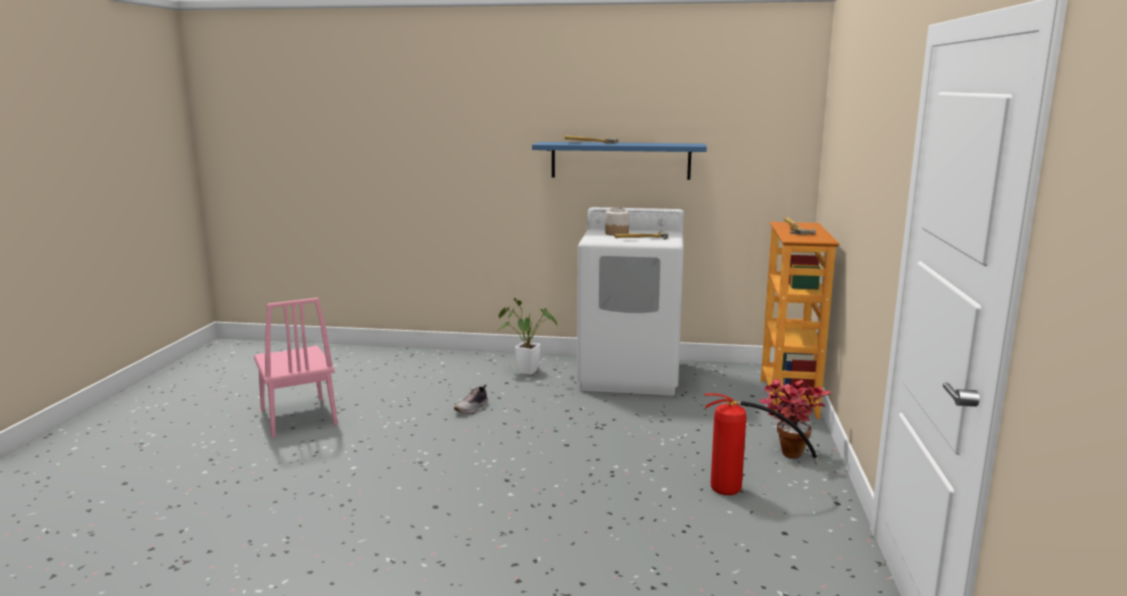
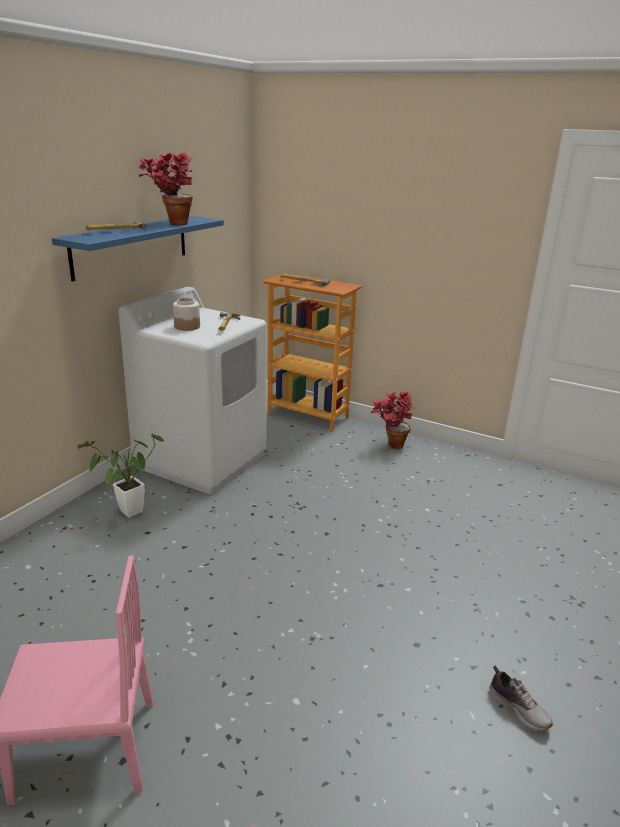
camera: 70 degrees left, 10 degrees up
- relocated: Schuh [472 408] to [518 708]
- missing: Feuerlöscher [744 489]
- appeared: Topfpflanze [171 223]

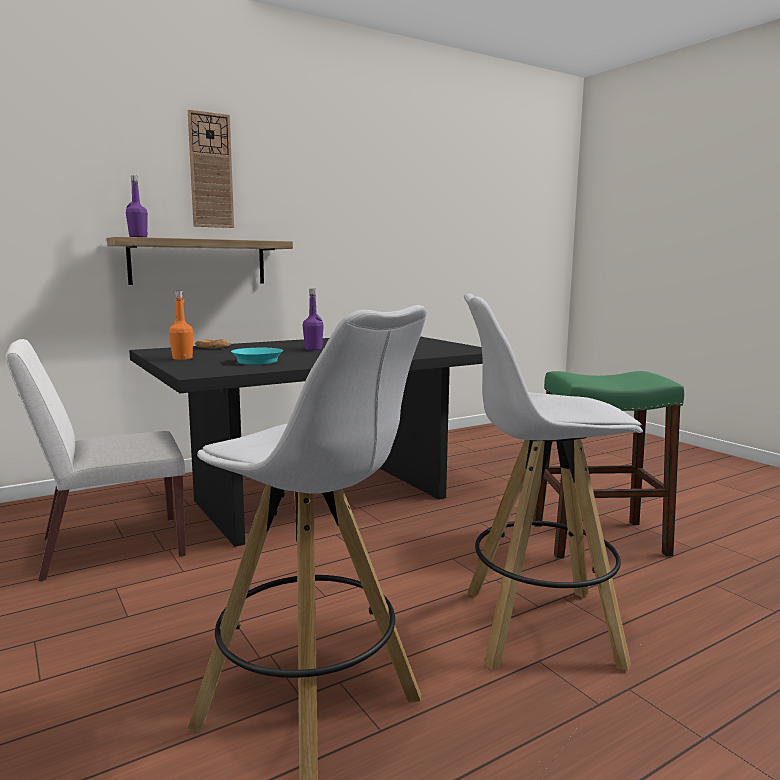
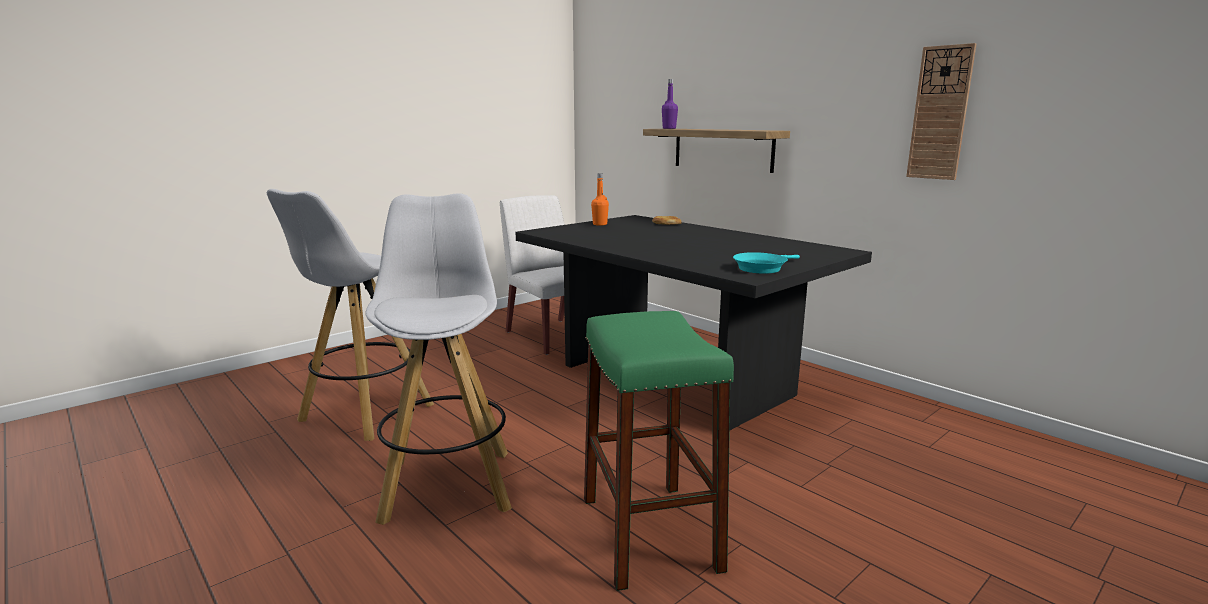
camera: 80 degrees right, 5 degrees up
- relocated: Wanduhr [211 171] to [940 113]
- relocated: Pfanne (türkis) [255 361] to [762 268]
- missing: Flasche (lila) [313 349]

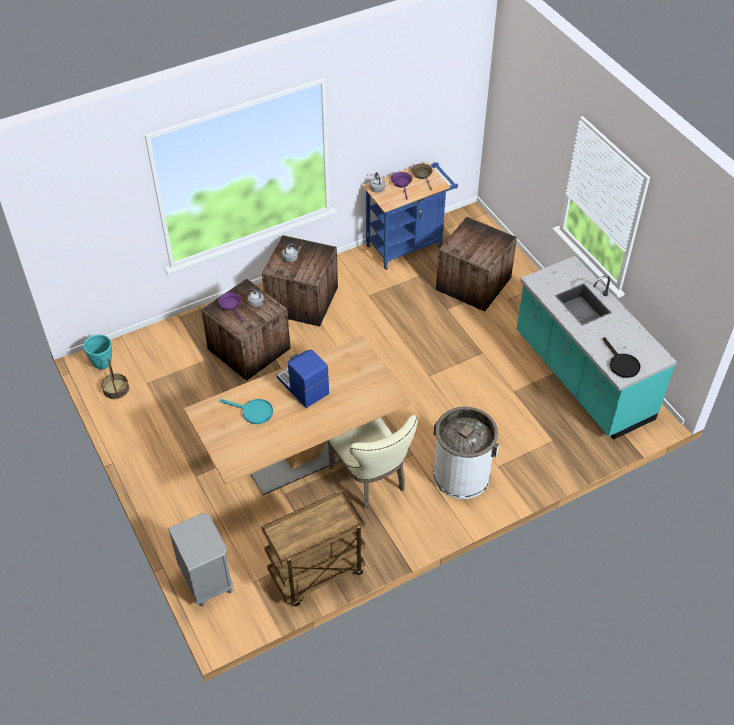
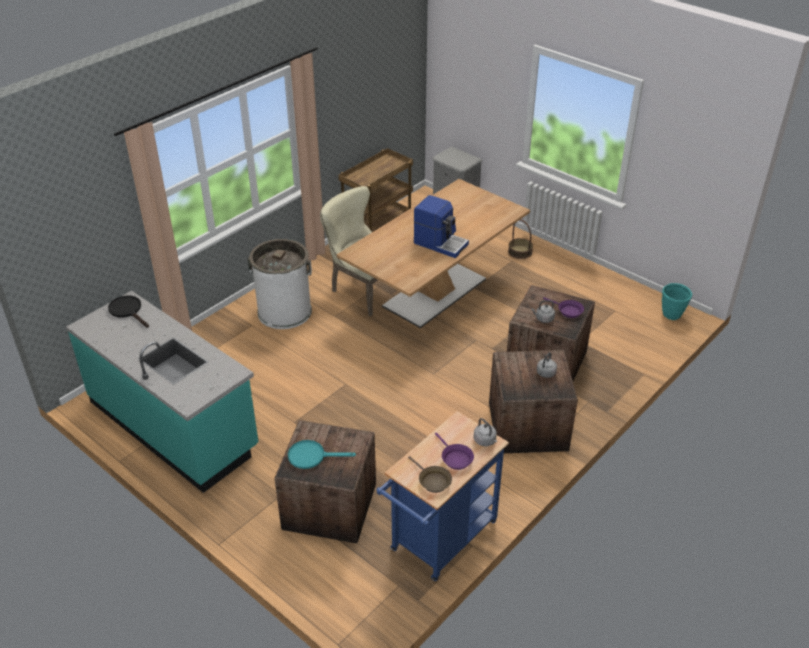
camera: 160 degrees right, 10 degrees down
- relocated: Korb [116 389] to [520 252]
- relocated: Pfanne (türkis) [253 412] to [312 456]

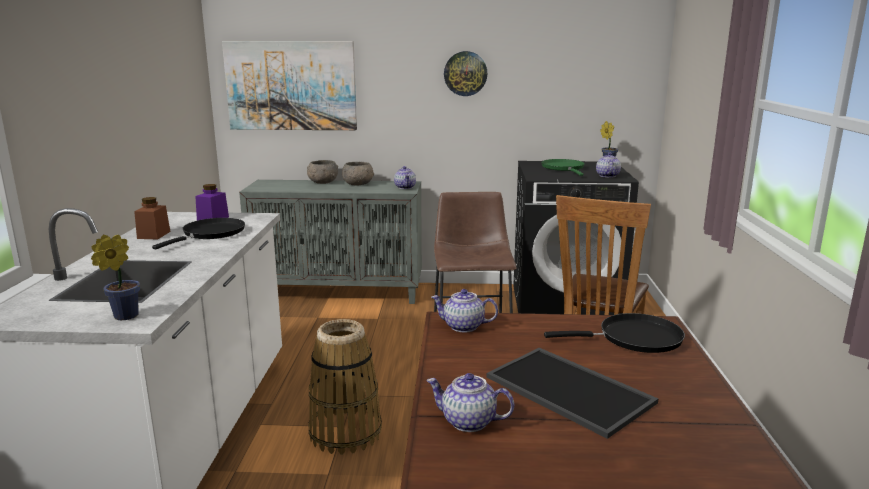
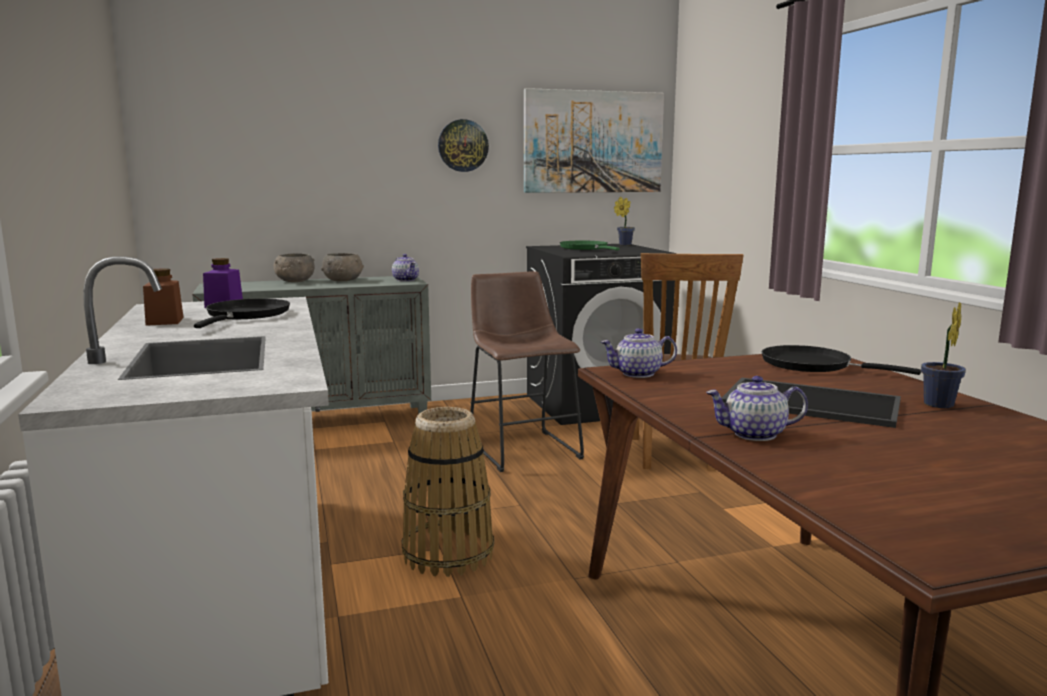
camera: 20 degrees left, 5 degrees down
- relocated: Topfpflanze [122 316] to [937 405]
- relocated: Bild [291 86] to [593 142]
- spun: Pfanne (schwarz) [634 338] = [812 365] 120 degrees counterclockwise
- missing: Teekanne [607 176]

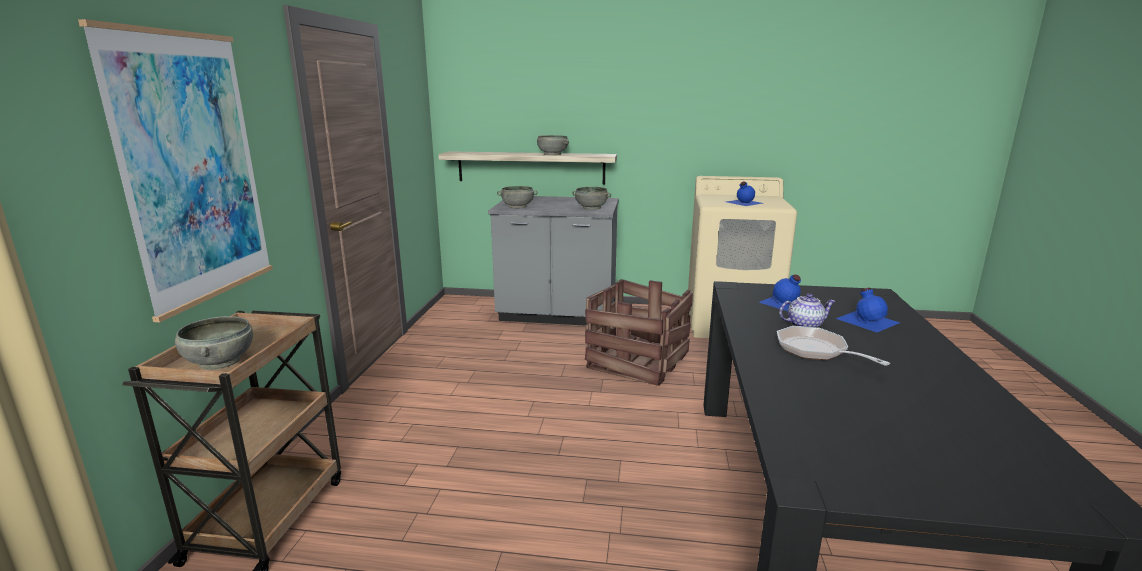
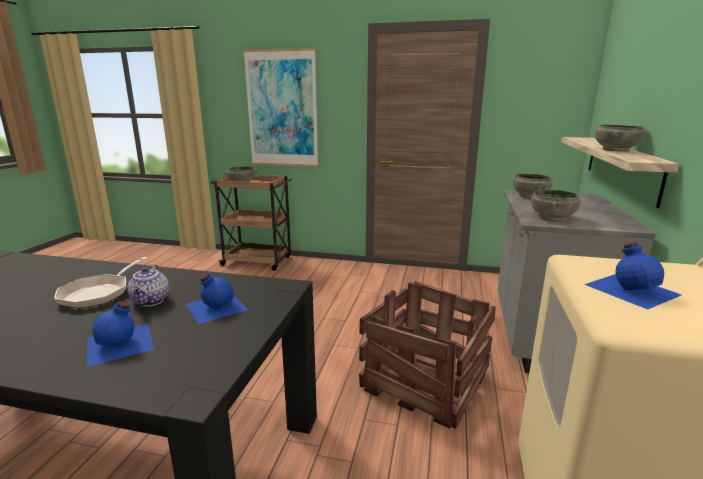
camera: 95 degrees right, 0 degrees up
- spun: Pfanne [816 351] = [99 293] 135 degrees clockwise

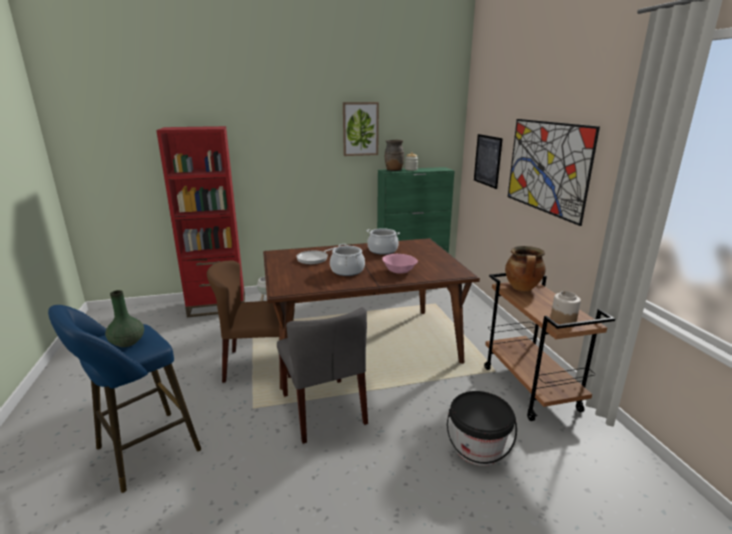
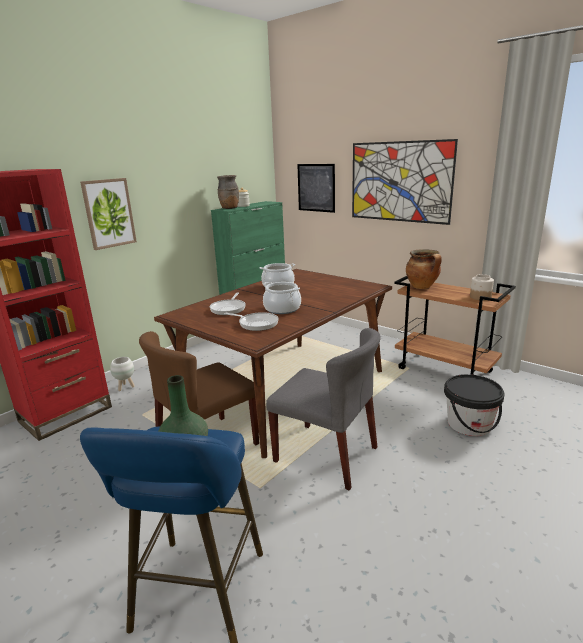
camera: 35 degrees left, 0 degrees up
- relocated: Bild [360 129] to [109 213]
- missing: Schüssel (rosa) [398 271]
- appeared: Pfanne [256 323]

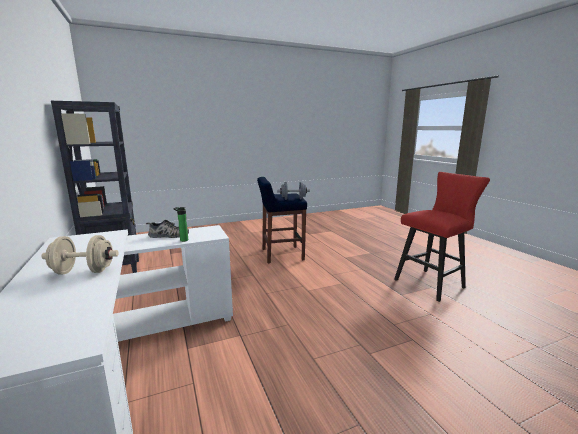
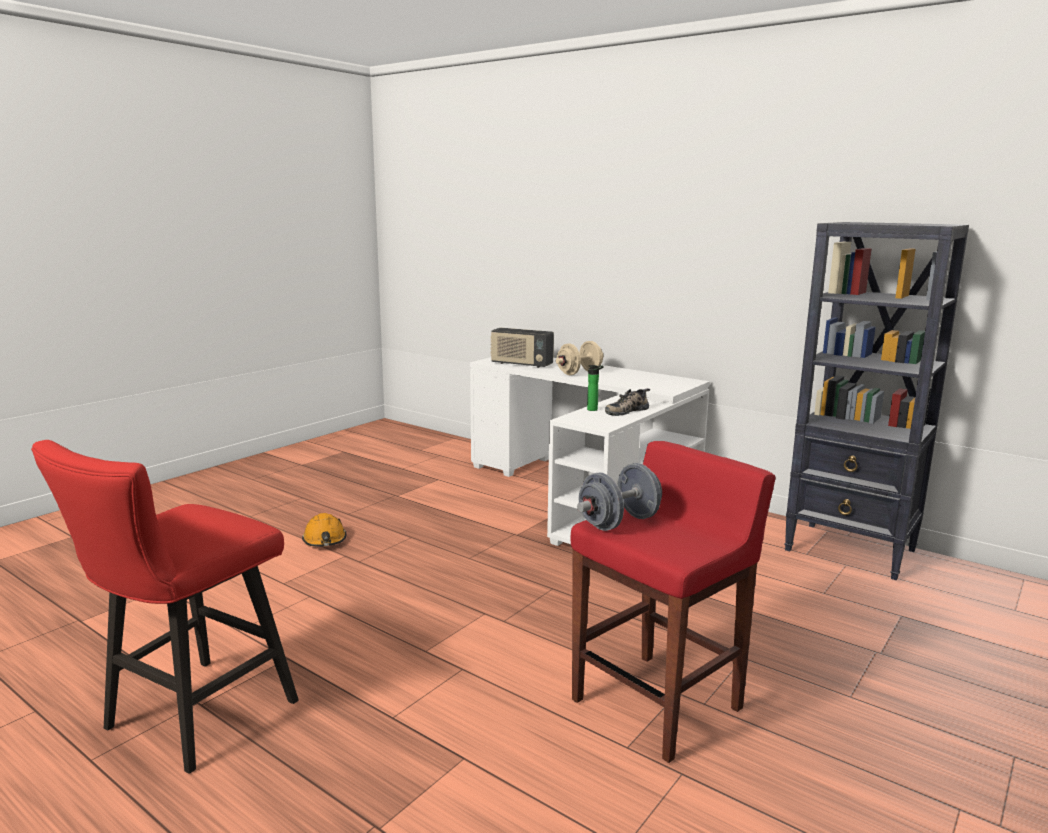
camera: 150 degrees right, 0 degrees up
- colour: Hocker (blau) [281 254] to Hocker (rot) [659 703]
- appeared: Schutzhelm (orange) [325 540]
- appeared: Radio [521 364]

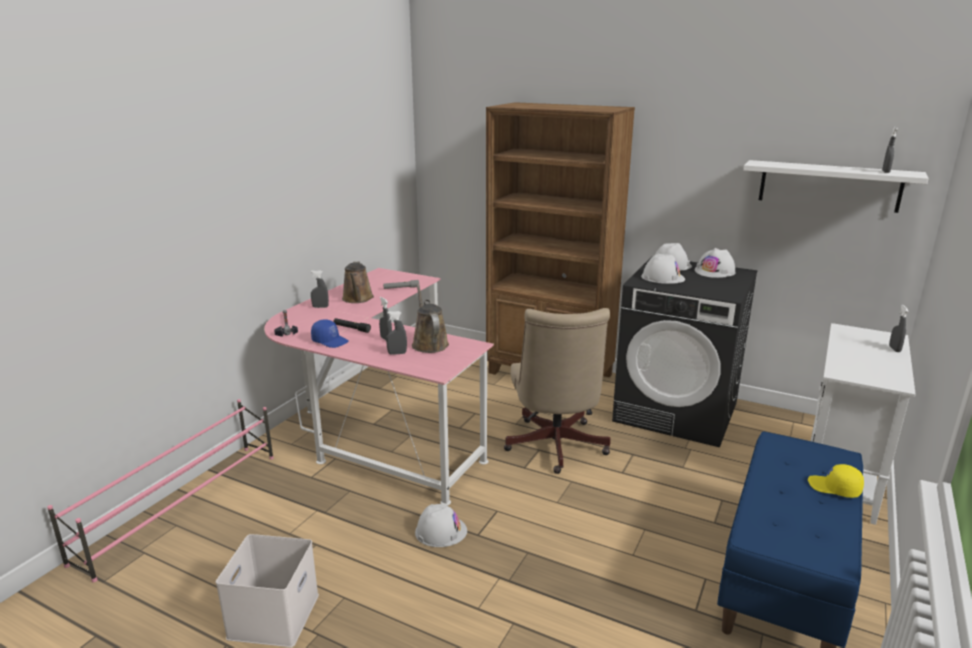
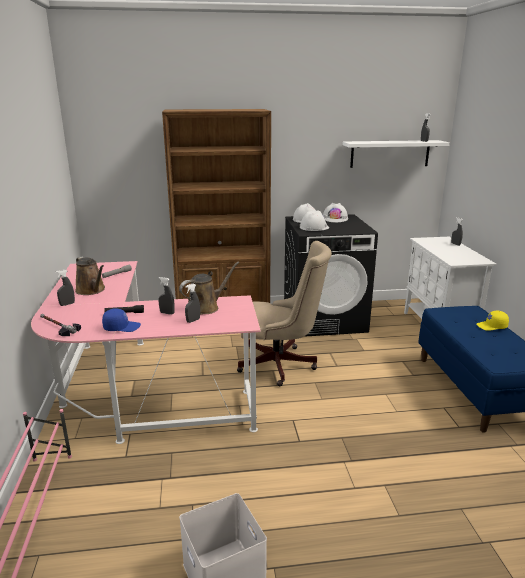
camera: 35 degrees left, 0 degrees up
- spun: Gießkanne (braun) [429 343] = [206 307] 105 degrees clockwise
- missing: Schutzhelm (weiß) [441 531]
- spun: Bürostuhl (beige) [555 448] = [282 365] 45 degrees counterclockwise

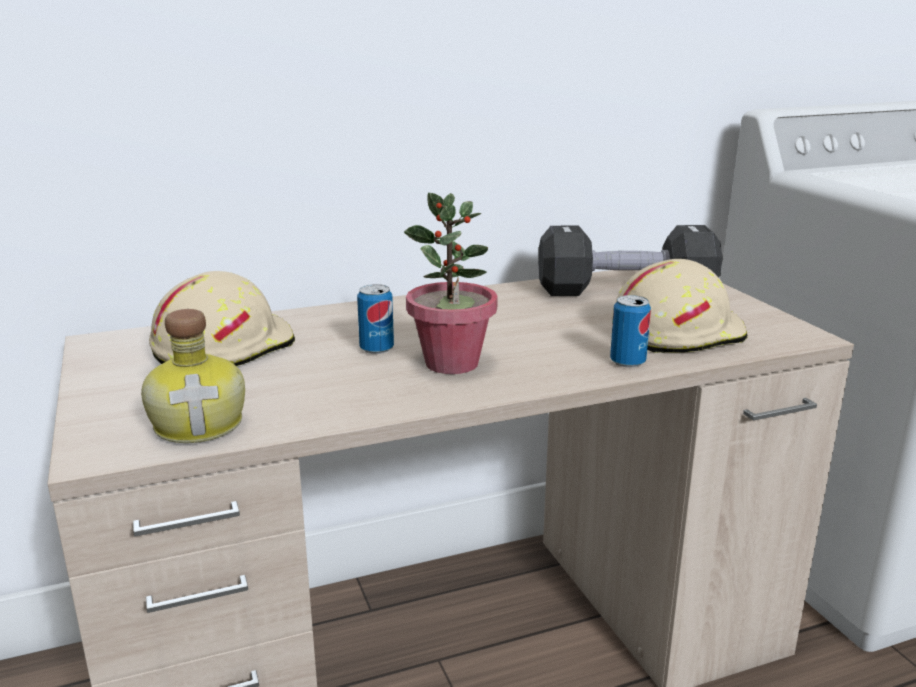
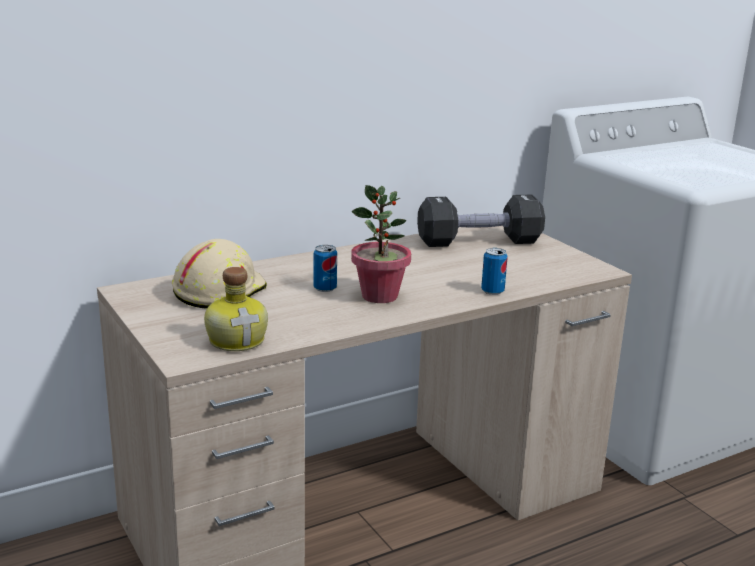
camera: 10 degrees left, 0 degrees up
- missing: Schutzhelm (beige) [675 332]

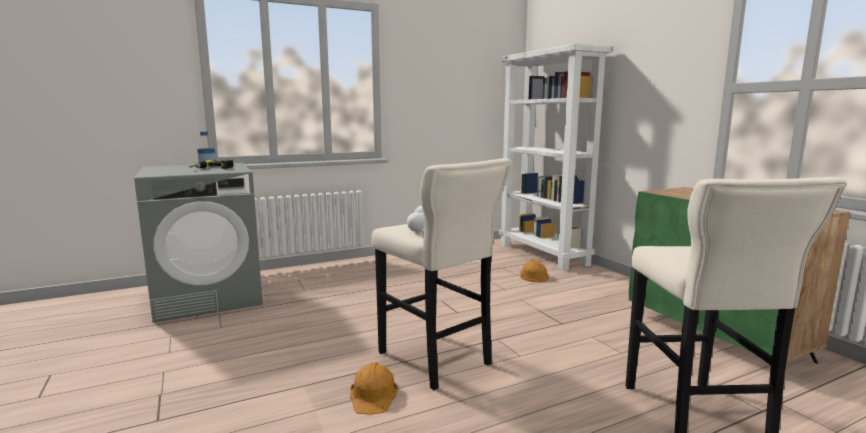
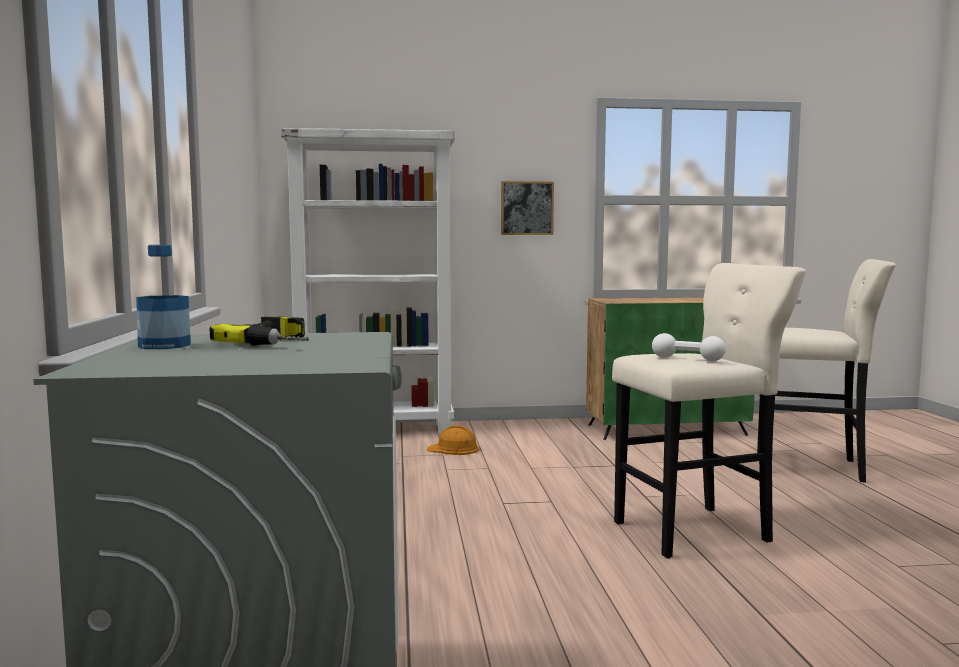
camera: 70 degrees left, 5 degrees down
- missing: Schutzhelm (orange) [373 394]
- appeared: Bild [527 208]

